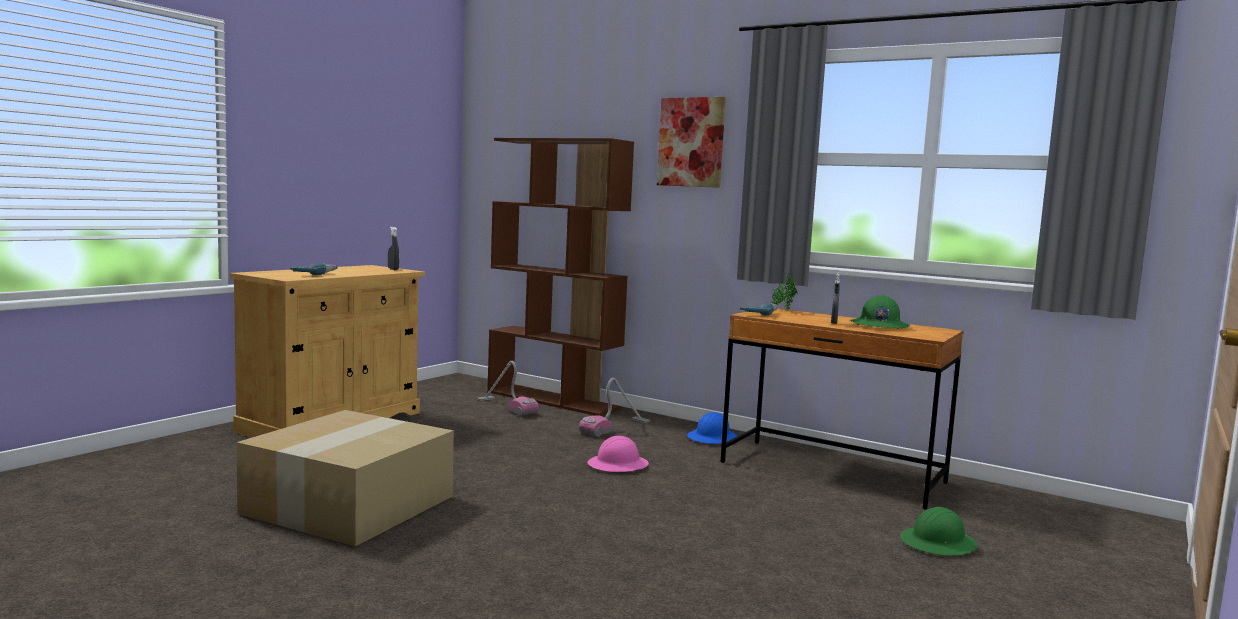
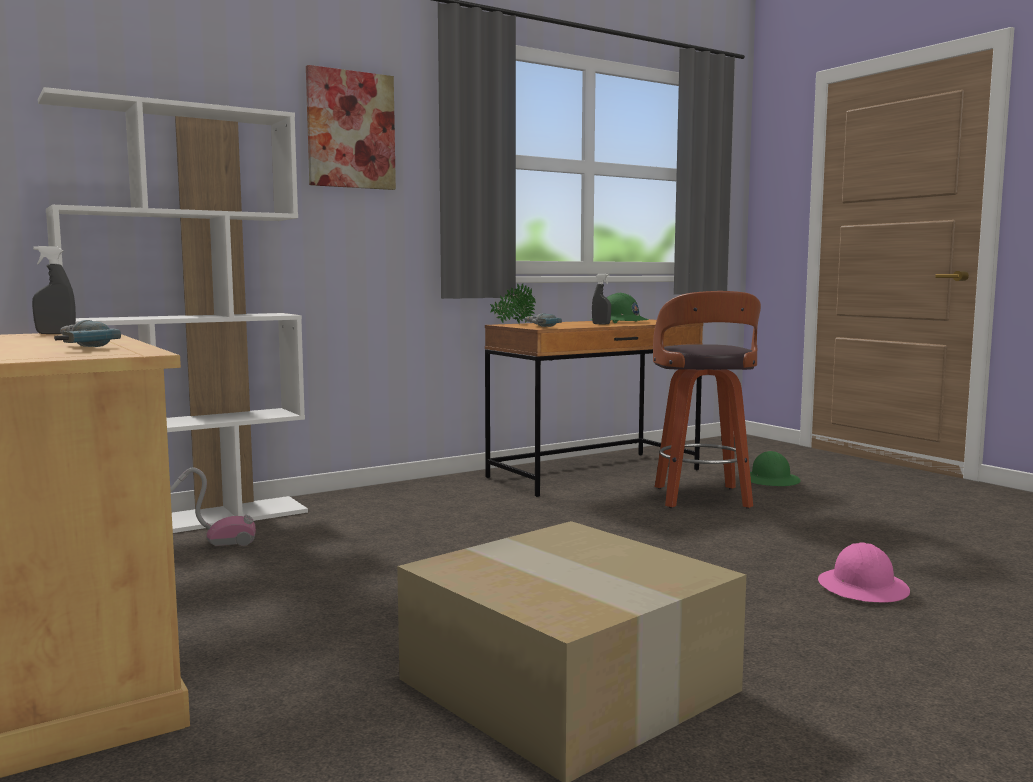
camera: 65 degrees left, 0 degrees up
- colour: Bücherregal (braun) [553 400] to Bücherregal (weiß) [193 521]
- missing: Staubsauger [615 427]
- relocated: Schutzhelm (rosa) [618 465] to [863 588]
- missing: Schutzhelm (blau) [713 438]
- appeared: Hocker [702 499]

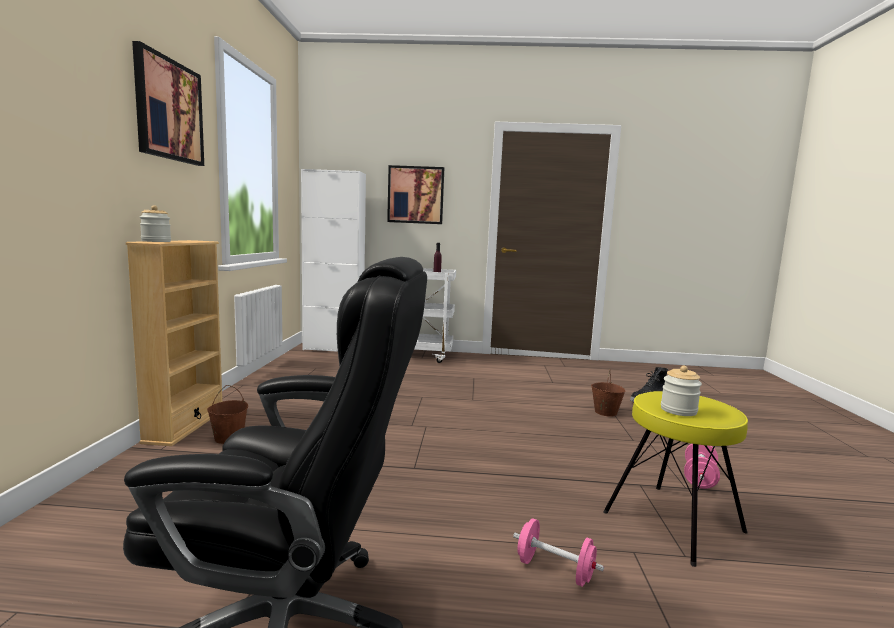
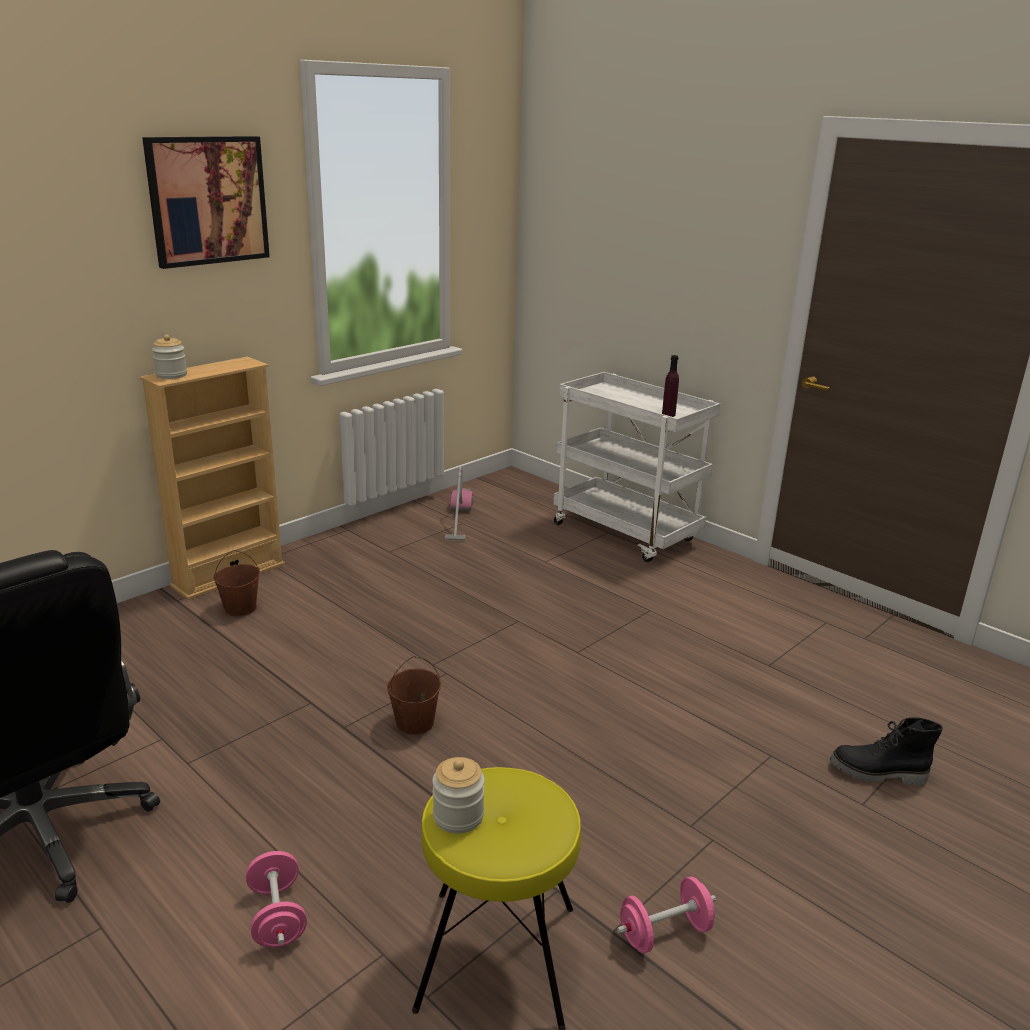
camera: 40 degrees right, 15 degrees up
- missing: Schrank (weiß) [333 348]
- missing: Bild [415 195]
- relocated: Eimer (braun) [605 412] to [414 723]
- appeared: Staubsauger [459 520]

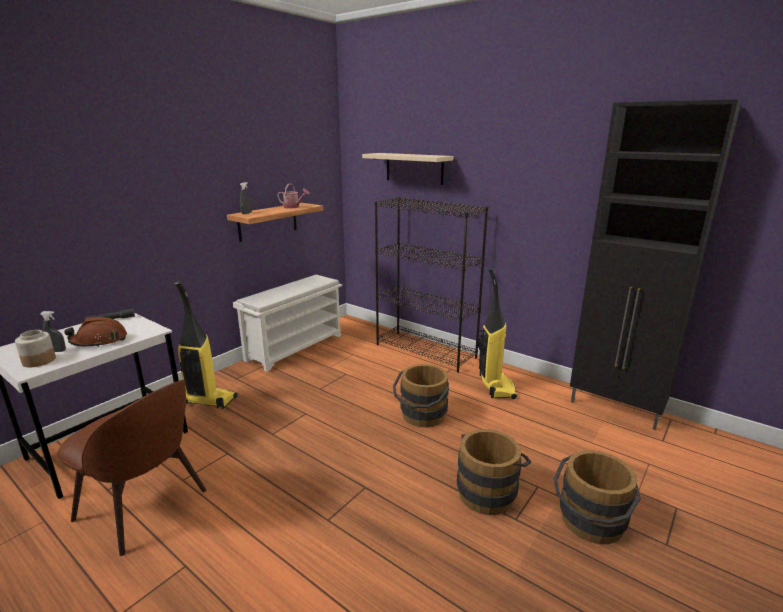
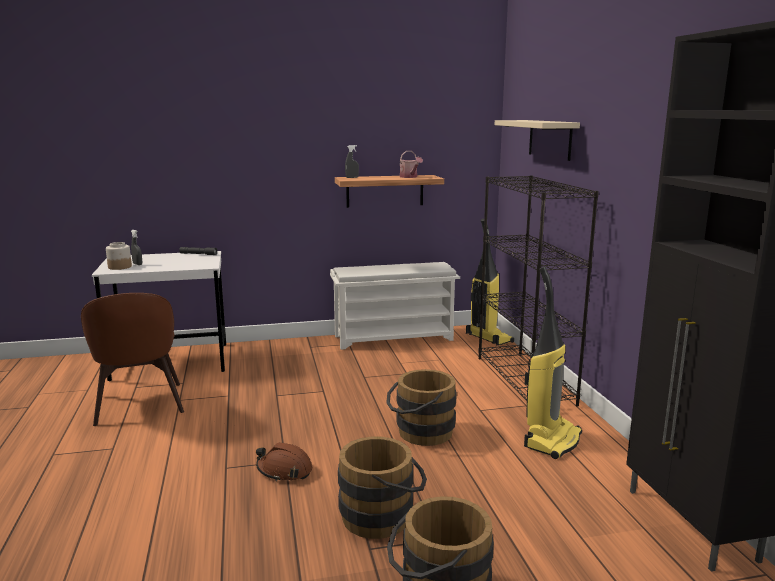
camera: 40 degrees right, 5 degrees down
- relocated: Schutzhelm (braun) [99 341] to [284 470]
- relocated: Staubsauger [208 401] to [488 338]

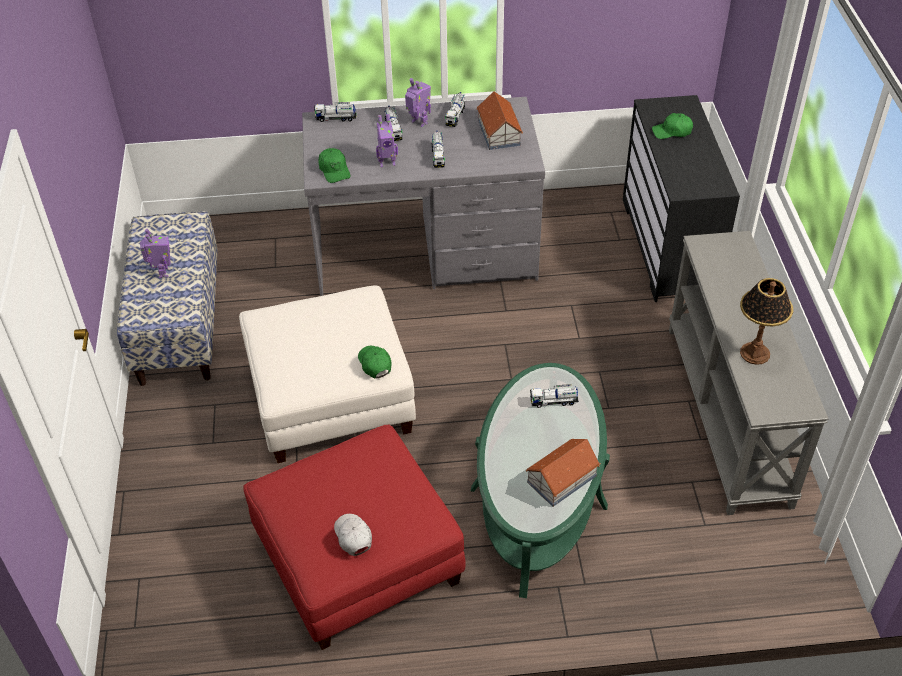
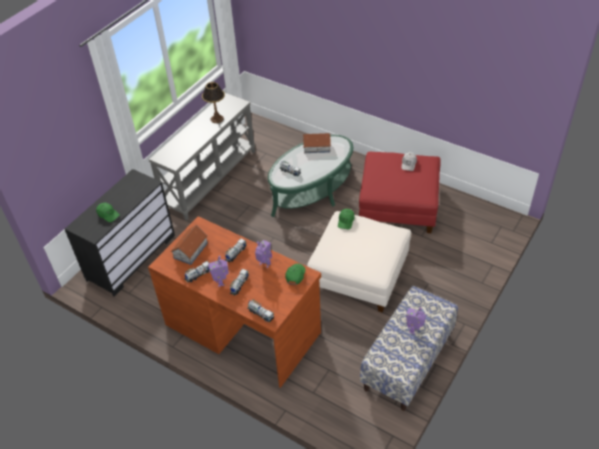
camera: 140 degrees left, 0 degrees up
- colour: Schreibtisch (grau) [425 252] to Schreibtisch (braun) [242 327]

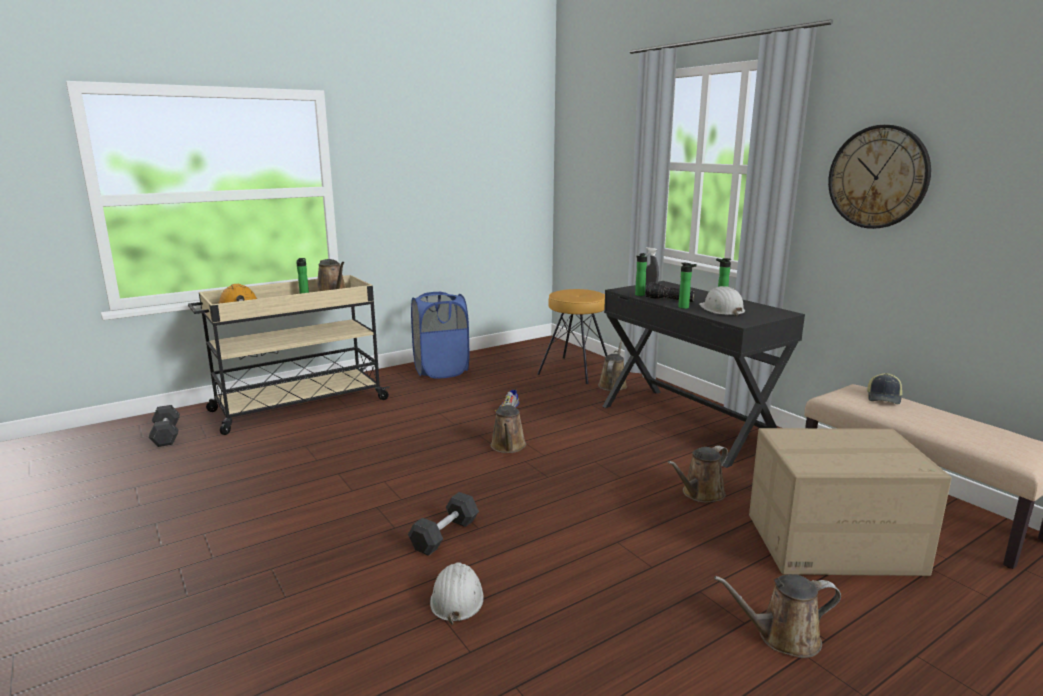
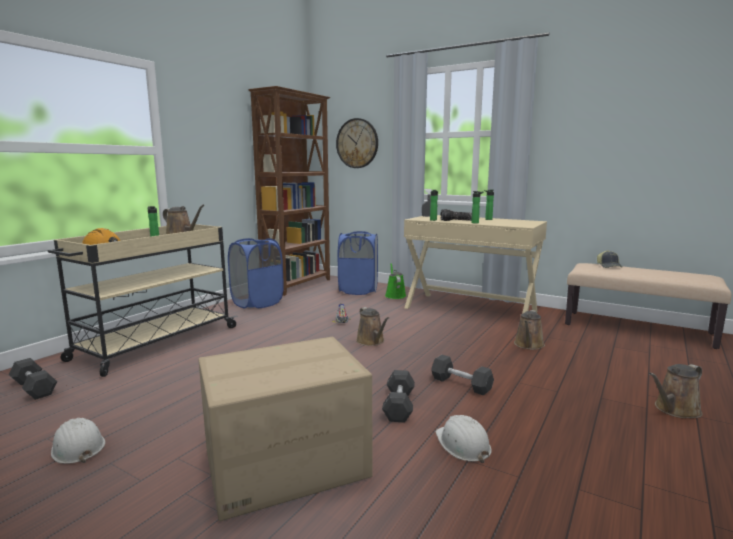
camera: 25 degrees left, 5 degrees down
- exchanged: Hocker (braun) [575 370] to Wäschekorb (blau) [358 290]
- colour: Gießkanne (braun) [613 385] to Gießkanne (grün) [395 295]
- colour: Schreibtisch (schwarz) [688 424] to Schreibtisch (beige) [470 309]
- relocated: Schutzhelm (weiß) [721 309] to [77 447]
- relocated: Karton [833 544] to [286 465]
- relocated: Wanduhr [878 177] to [357 143]
- appeared: Bücherregal (braun) [298 285]
- appeared: Hantel (grau) [461 384]

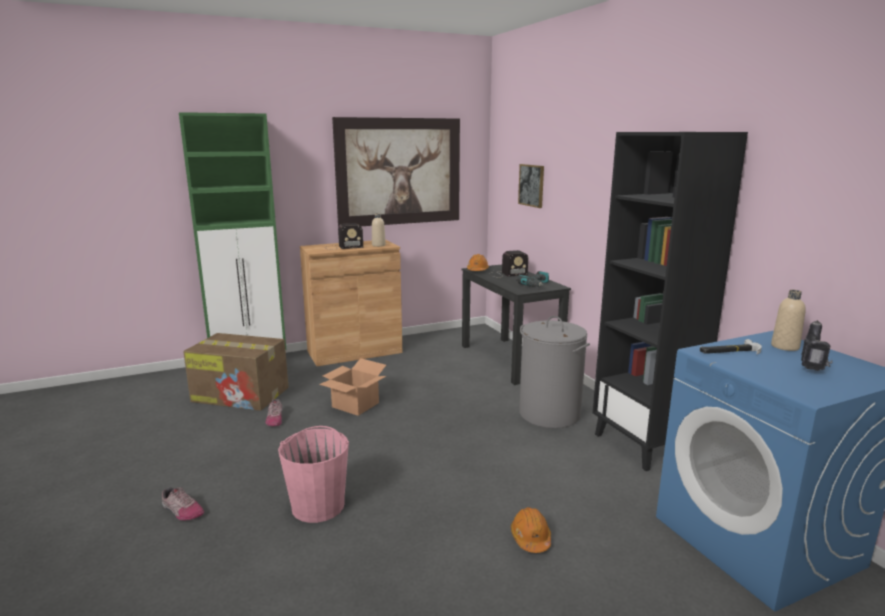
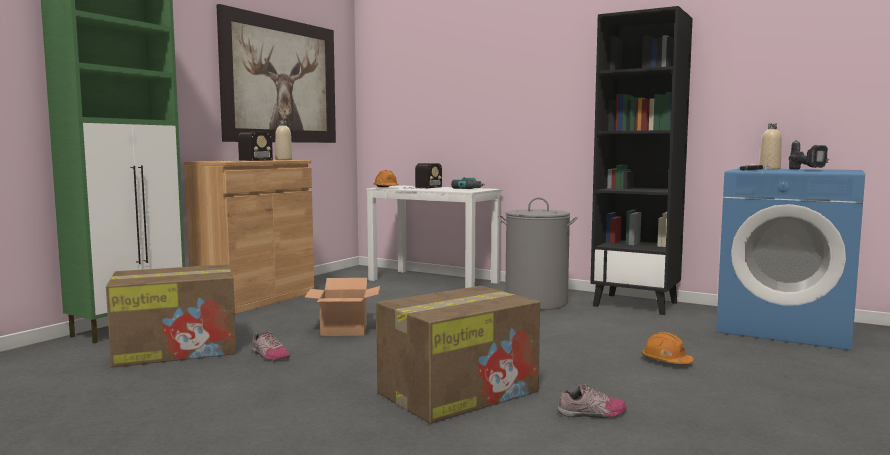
camera: 35 degrees left, 10 degrees down
- relocated: Schuh [182 511] to [592 413]
- exchanged: Eimer (rosa) [318 505] to Karton [459 391]
- colour: Schreibtisch (schwarz) [509 360] to Schreibtisch (weiß) [434 281]
- missing: Bild [531 185]

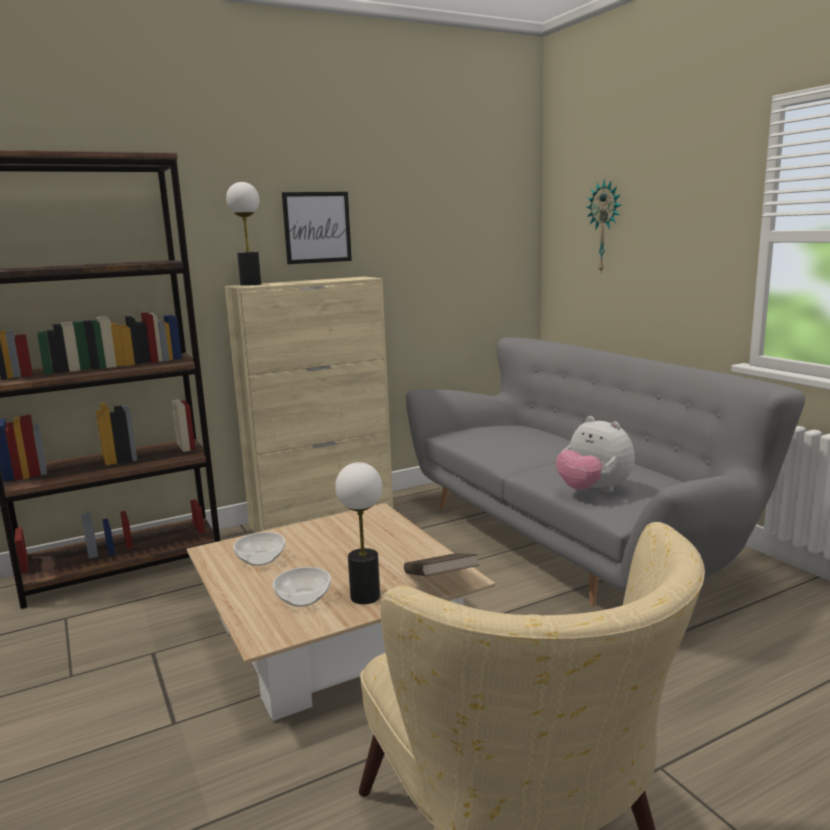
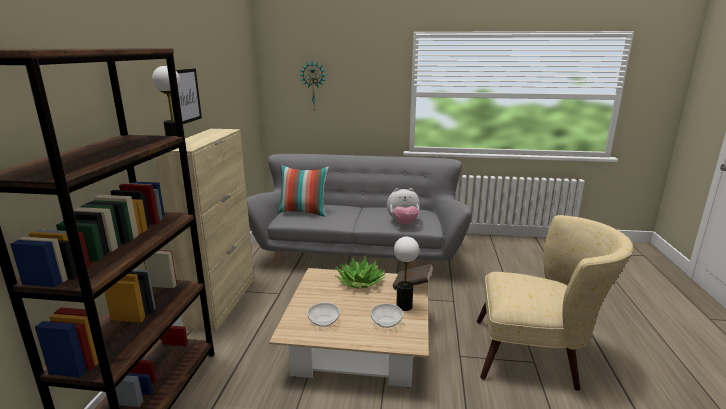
camera: 55 degrees left, 5 degrees up
- appeared: Kissen [303 212]
- appeared: Topfpflanze [360 282]

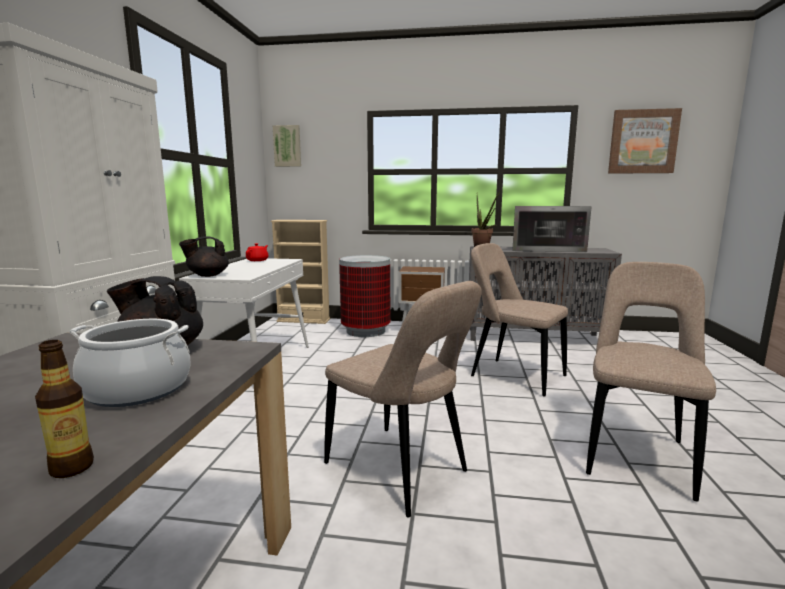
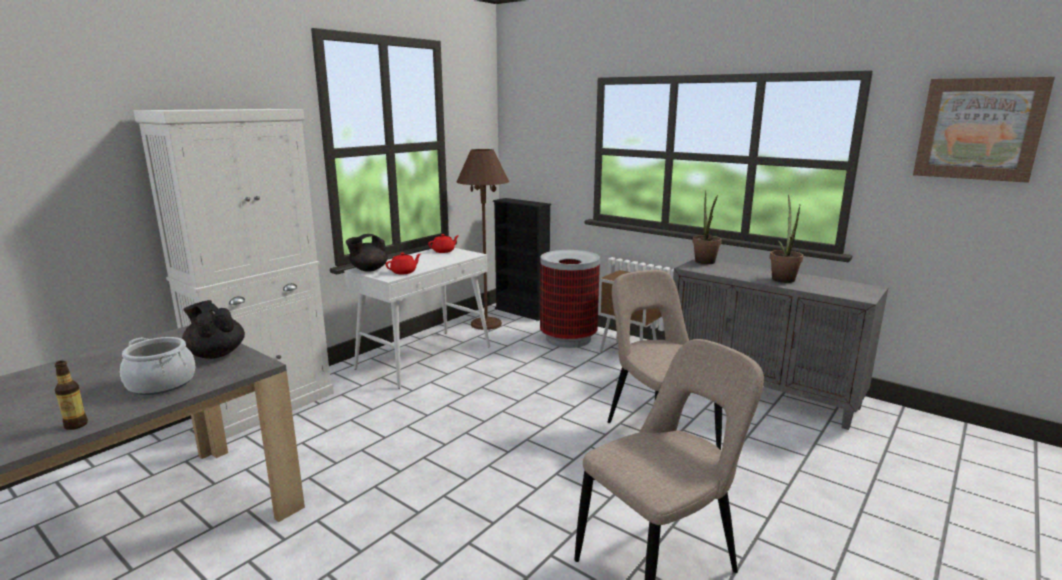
camera: 30 degrees right, 5 degrees up
- spun: Teekanne (schwarz) [207 275] = [368 269] 45 degrees counterclockwise
- colour: Bücherregal (beige) [303 320] to Bücherregal (schwarz) [522 312]
- missing: Bild [287 146]
- missing: Stuhl (beige) [400 470]
- exchanged: Mikrowelle [546 249] to Topfpflanze [782 278]
- appeared: Teekanne (rot) [404 272]
- appeared: Stehlampe (braun) [486 324]

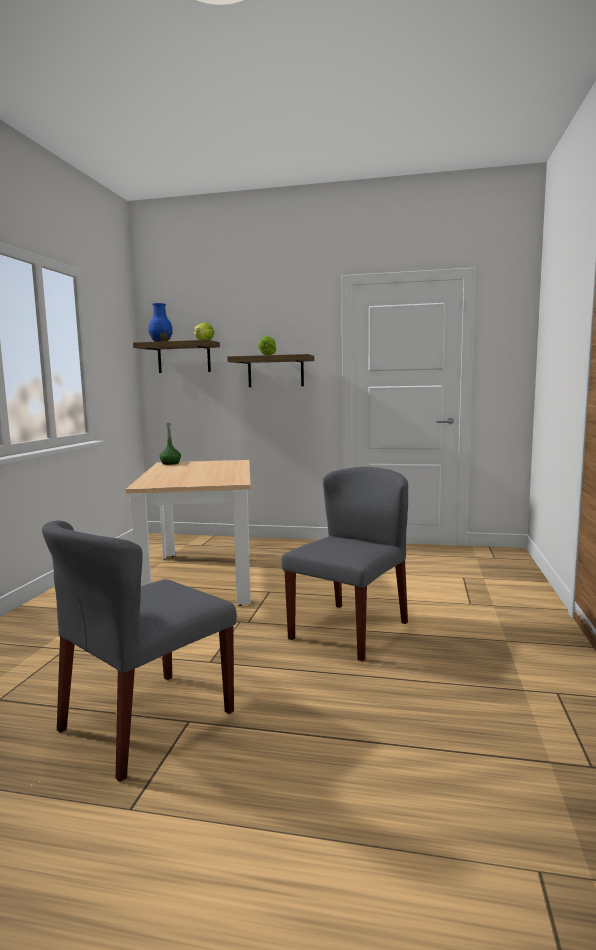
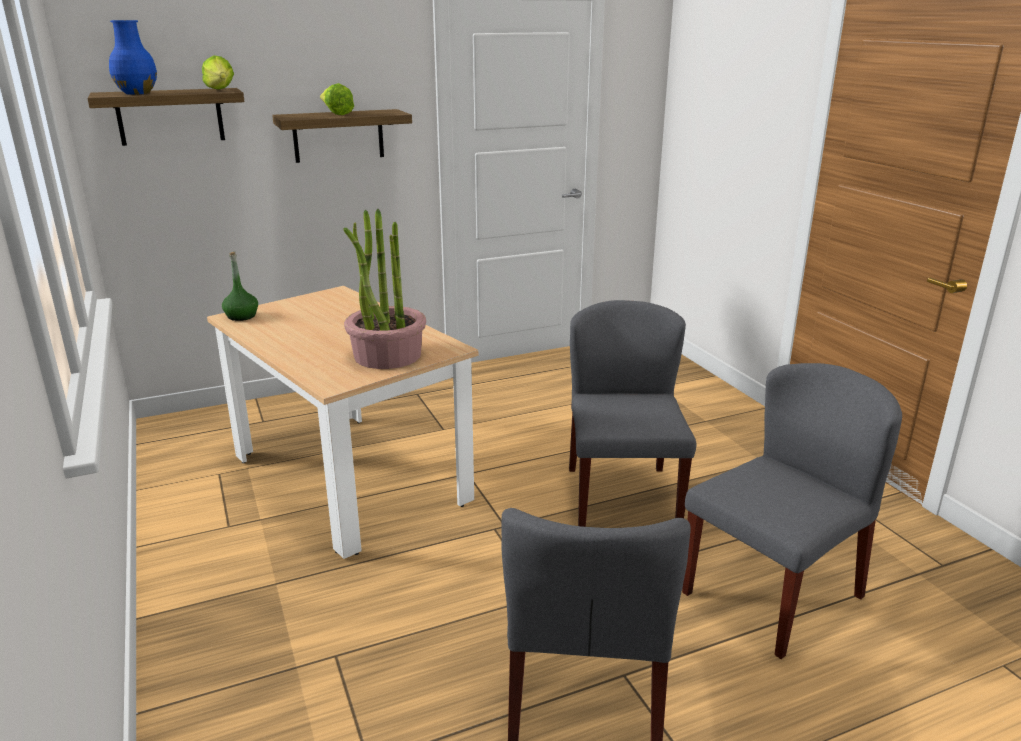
camera: 35 degrees left, 15 degrees up
- appeared: Topfpflanze [387 355]
- appeared: Stuhl (grau) [773 593]

